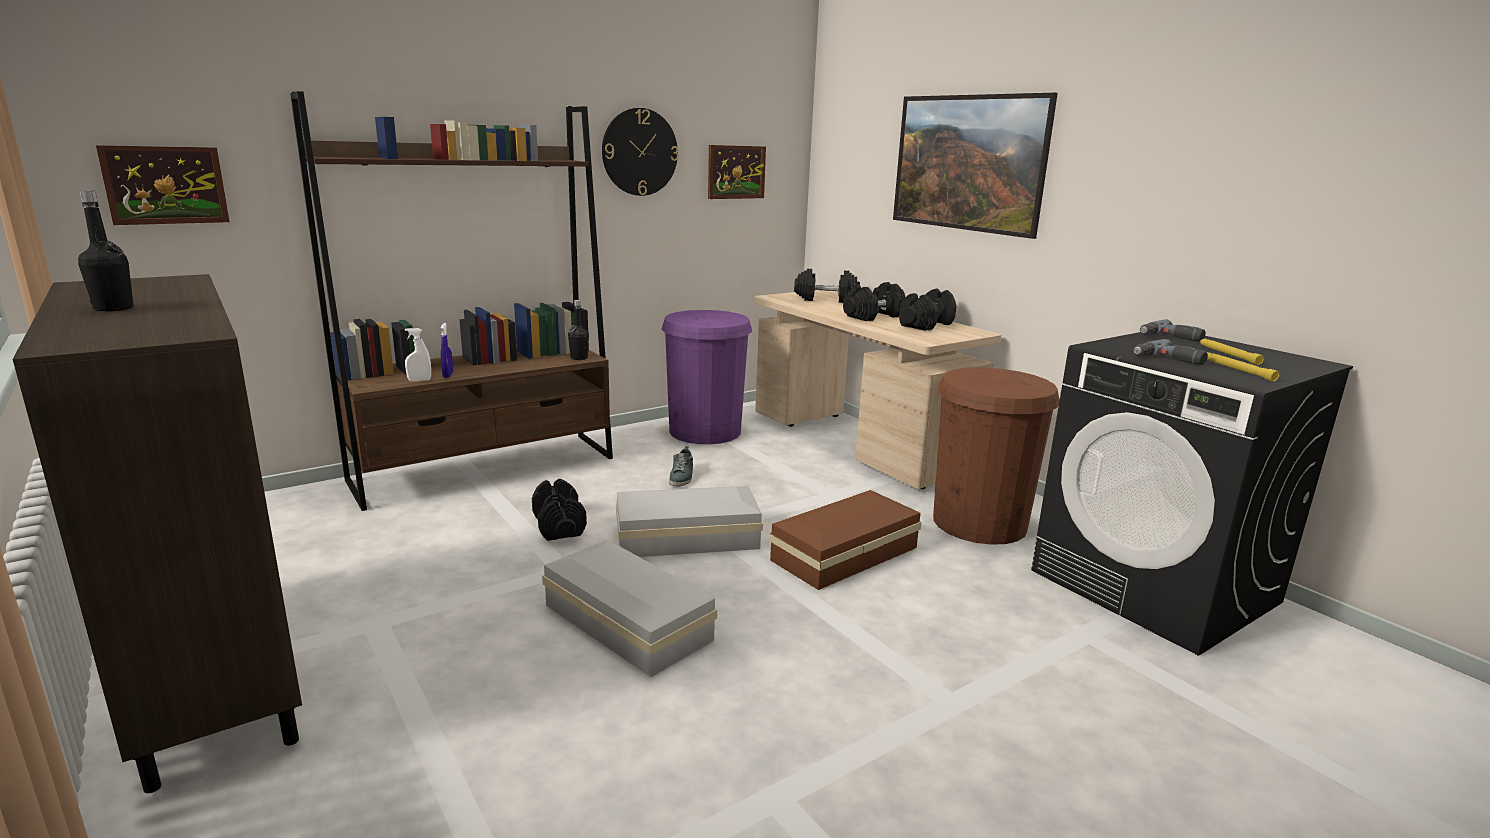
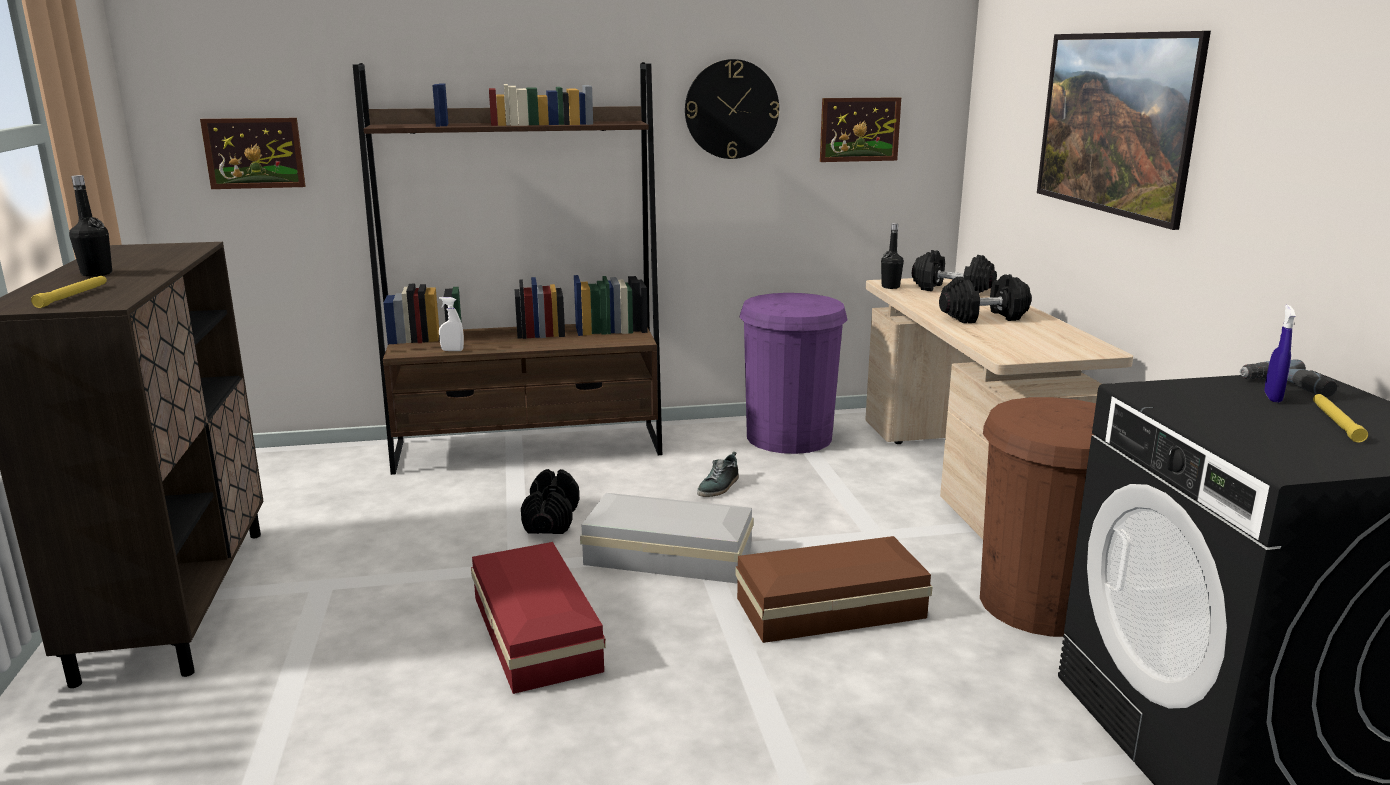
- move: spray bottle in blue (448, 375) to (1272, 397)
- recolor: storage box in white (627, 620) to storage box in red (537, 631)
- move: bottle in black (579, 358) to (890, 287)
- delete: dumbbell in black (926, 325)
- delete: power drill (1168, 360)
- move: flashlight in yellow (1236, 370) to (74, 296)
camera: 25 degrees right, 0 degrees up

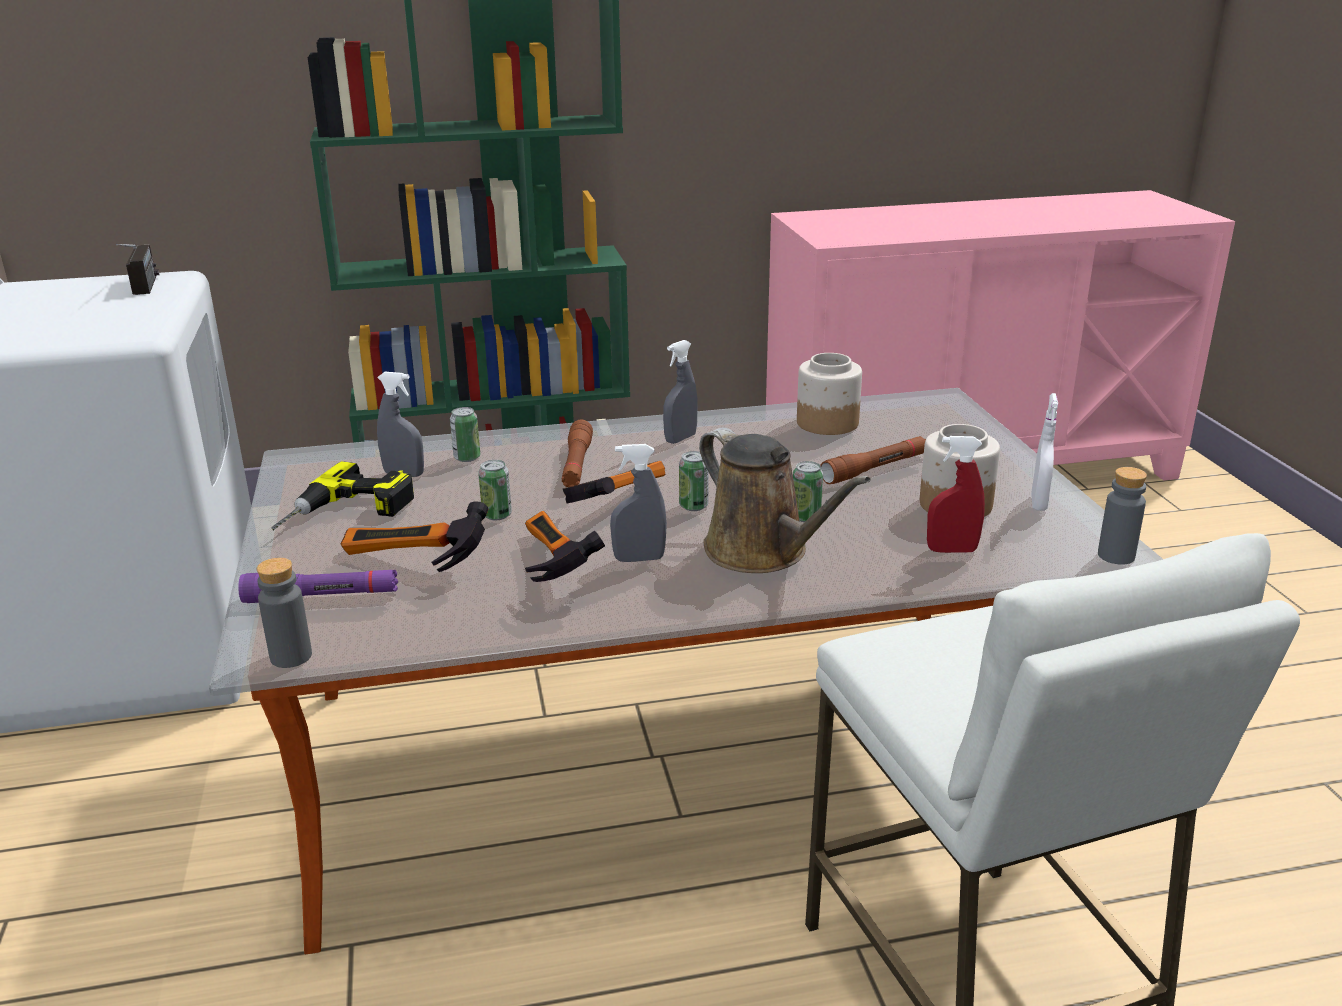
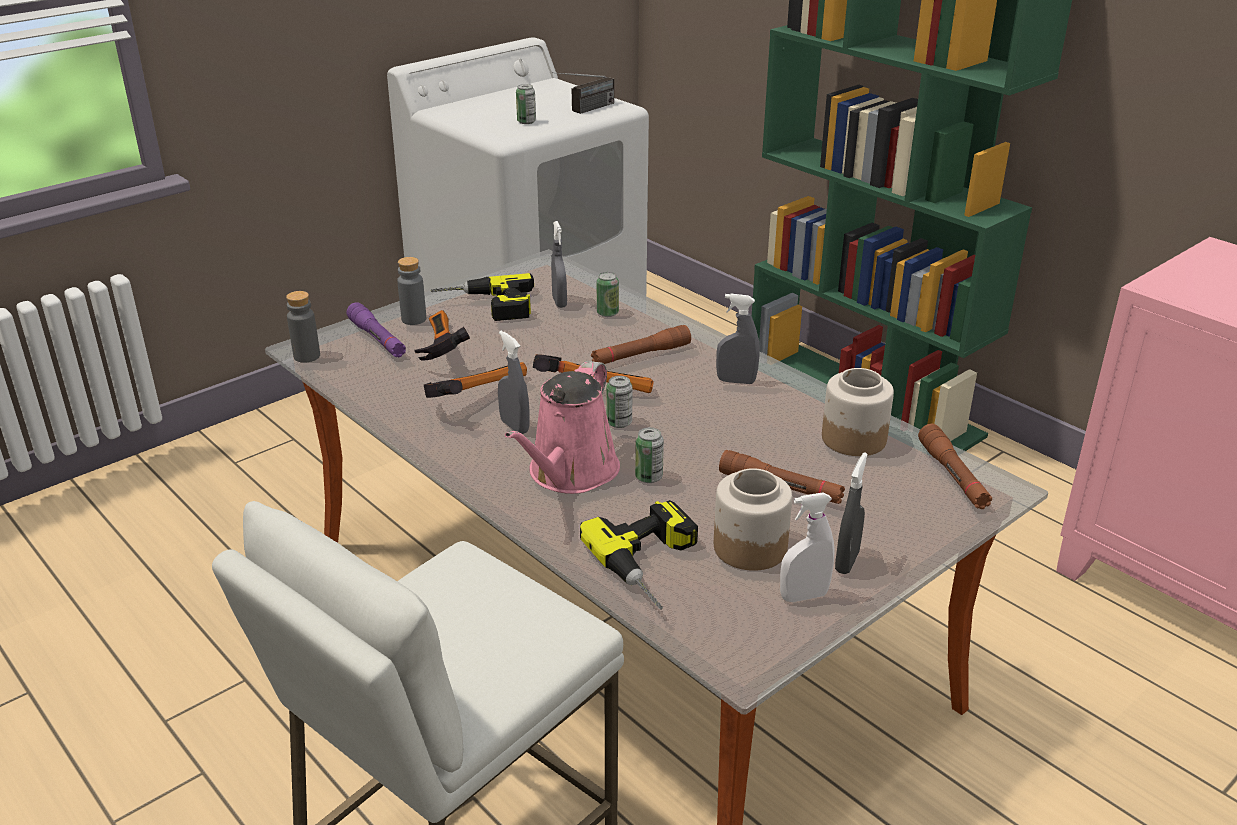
- move: can (497, 515) to (526, 122)
- recolor: watering can in brown (762, 552) to watering can in pink (569, 473)
- replace: spray bottle in red (951, 550) to power drill (655, 564)
- move: bottle in grey (1116, 556) to (414, 319)
- insert: spray bottle in grey (847, 562)
- insert: flashlight in brown (953, 476)
camera: 60 degrees right, 5 degrees up

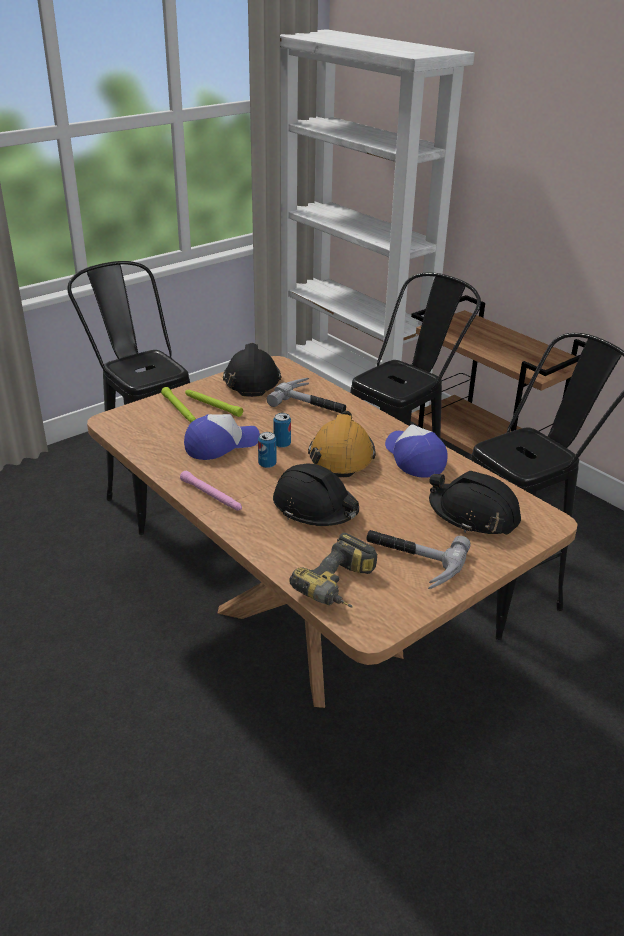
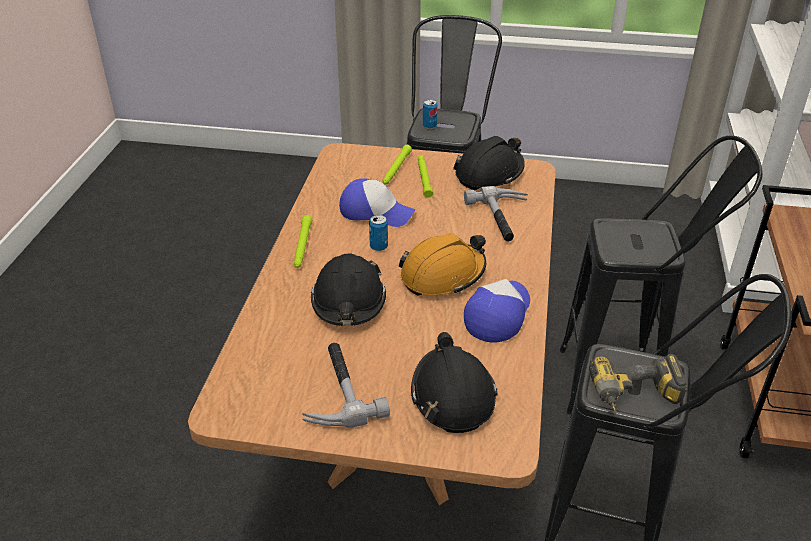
- recolor: flashlight in pink (212, 496) to flashlight in green (302, 246)
- move: can (282, 444) to (429, 126)
- move: power drill (341, 588) to (635, 398)
camera: 50 degrees right, 5 degrees up

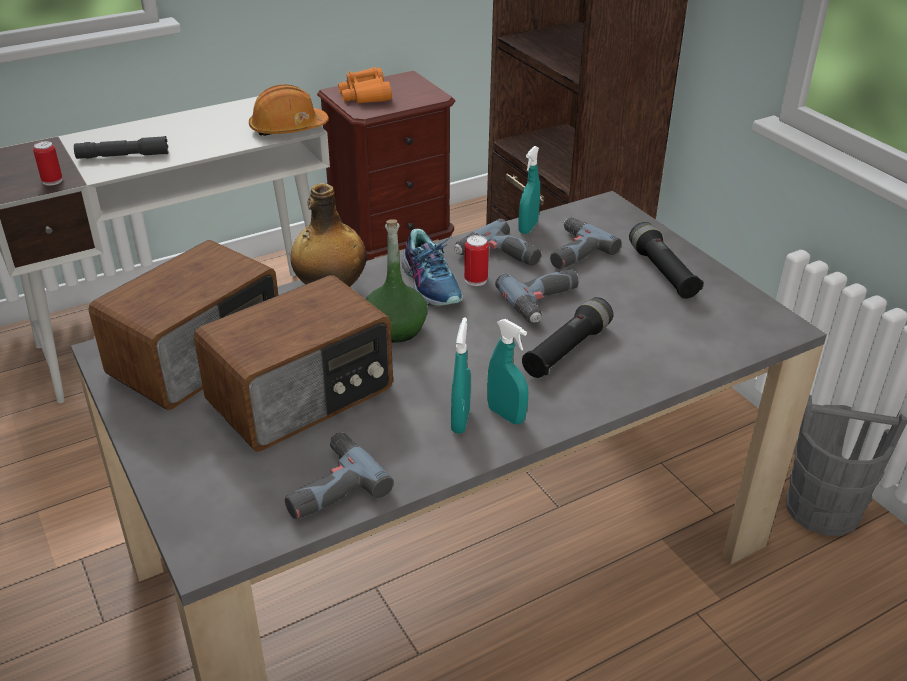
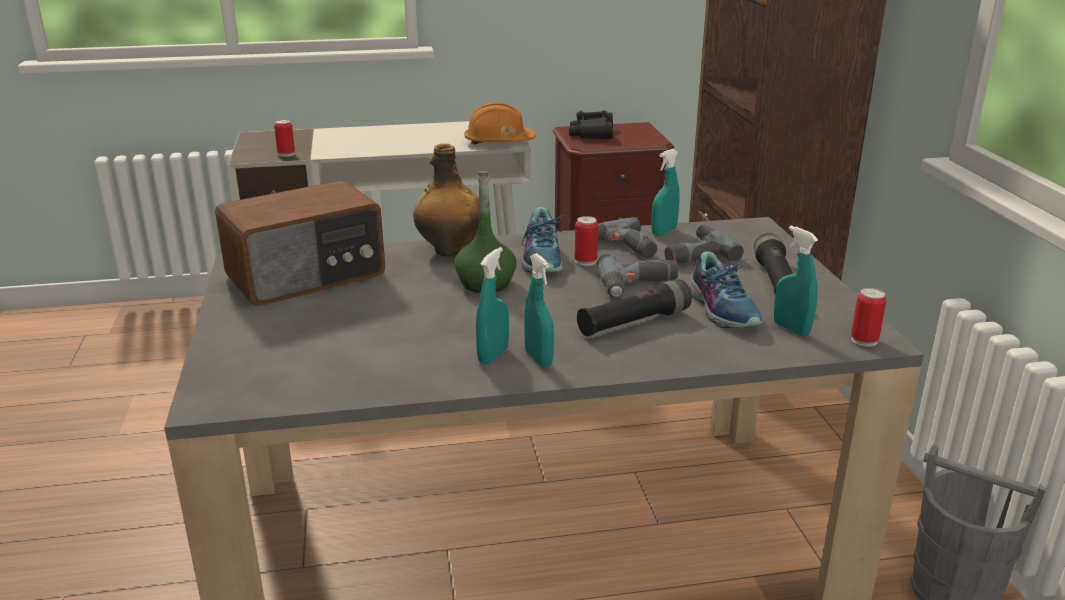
- delete: flashlight in grey (123, 156)
- delete: radio (303, 396)
- delete: power drill (327, 485)
- recolor: binoculars in orange (365, 95) to binoculars in black (592, 134)
- insert: shoe (723, 309)
- insert: spray bottle in turquoise (791, 329)
- insert: can (864, 340)
camera: 20 degrees right, 10 degrees down

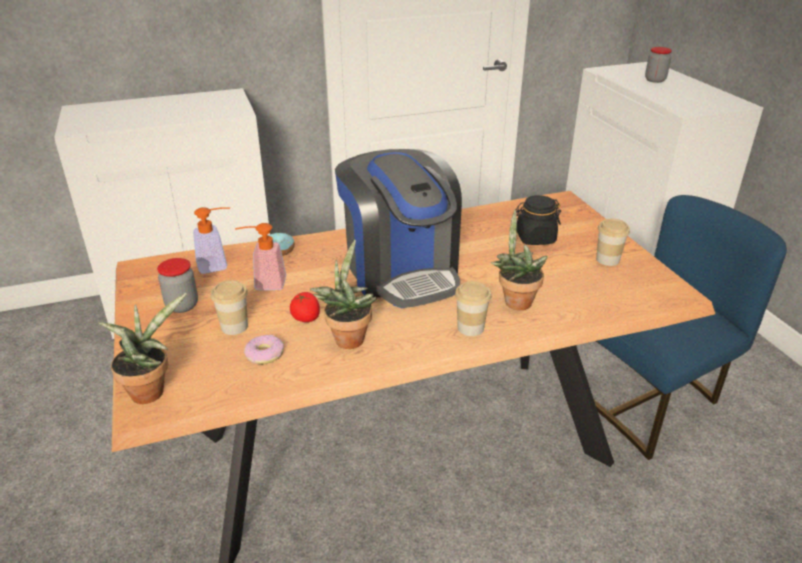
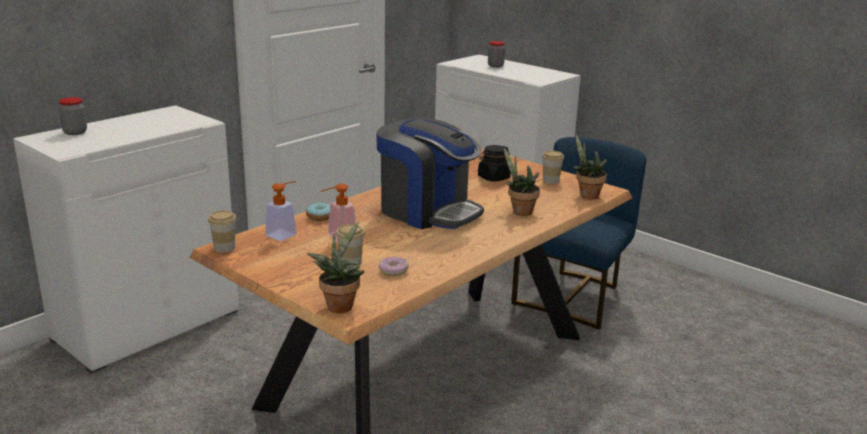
- move: jar (182, 305) to (75, 132)
- delete: tomato (306, 318)
- move: potted plant (348, 337) to (586, 195)
- move: cup (470, 328) to (224, 248)
camera: 30 degrees left, 10 degrees down

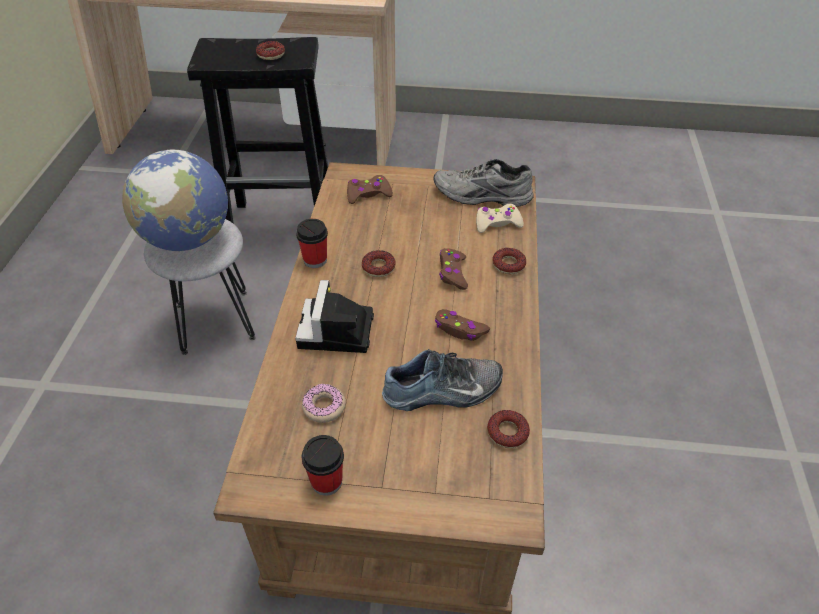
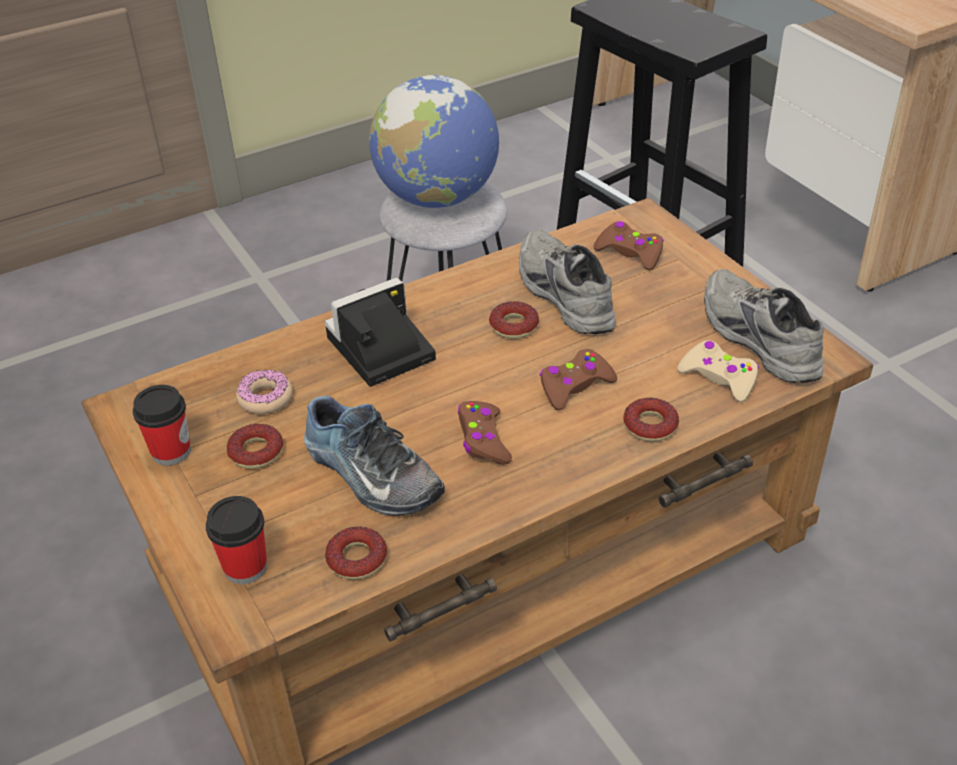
- move: donut (271, 54) to (256, 452)
- move: cup (315, 260) to (245, 567)
- insert: shoe in grey (561, 294)
camera: 55 degrees right, 5 degrees down

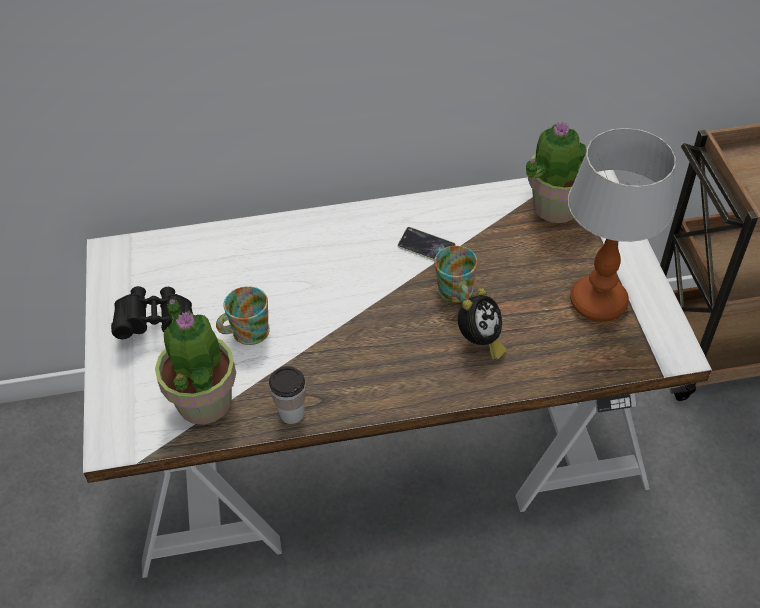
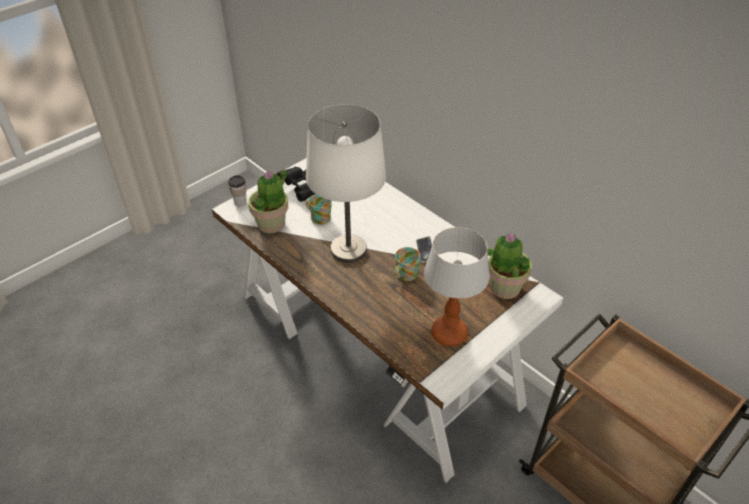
- move: cup (292, 413) to (240, 202)
- delete: alarm clock (480, 342)
- insert: table lamp in white (349, 250)
camera: 55 degrees right, 5 degrees down

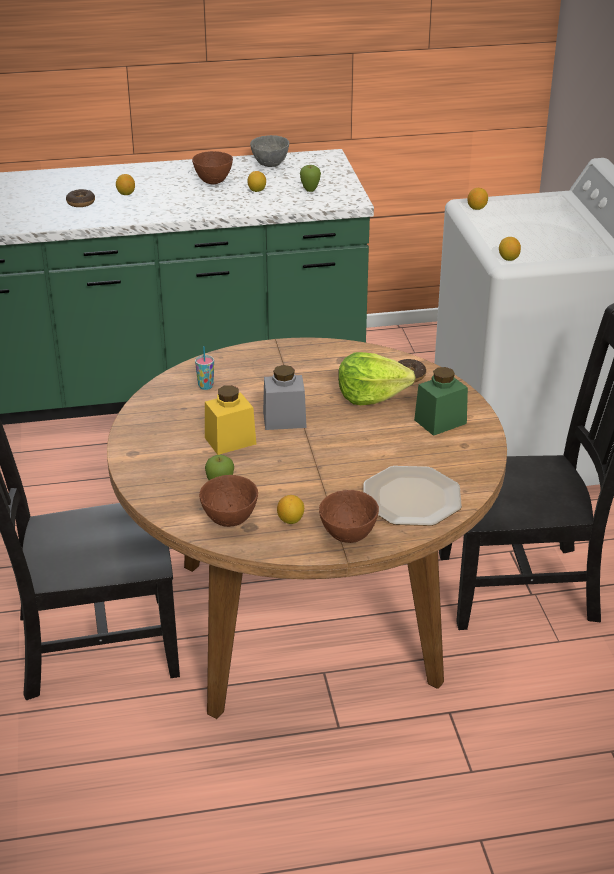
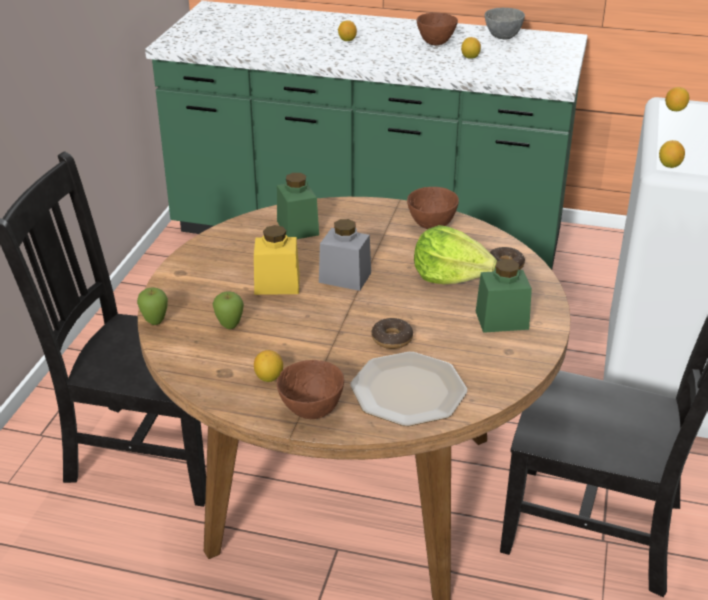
- move: donut (81, 202) to (392, 339)
- replace: cup (205, 386) to jar in green (297, 228)
- move: bowl in brown (231, 520) to (432, 226)
- move: apple (310, 191) to (155, 323)
camera: 25 degrees right, 0 degrees up

